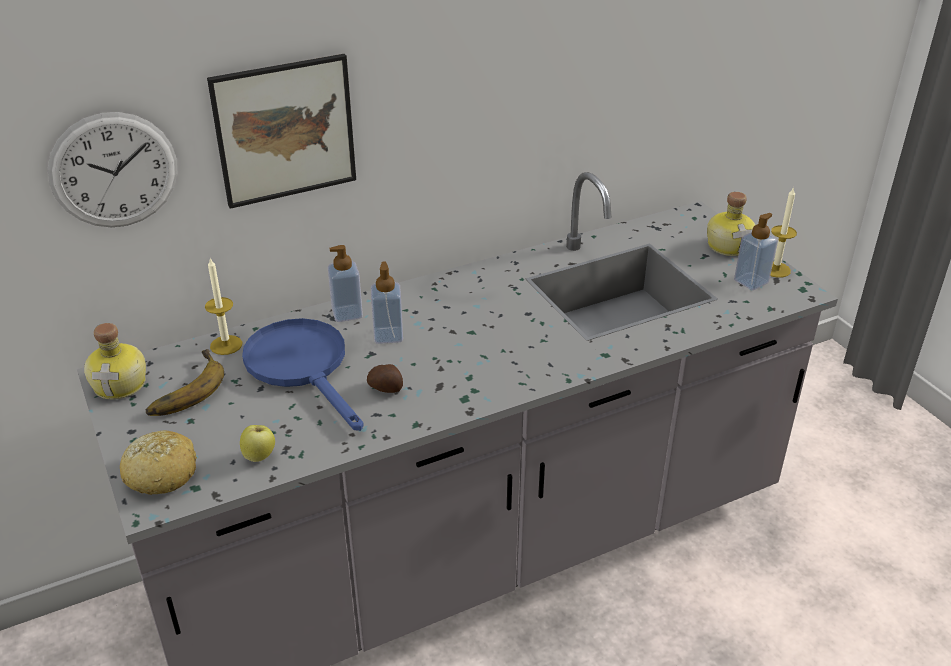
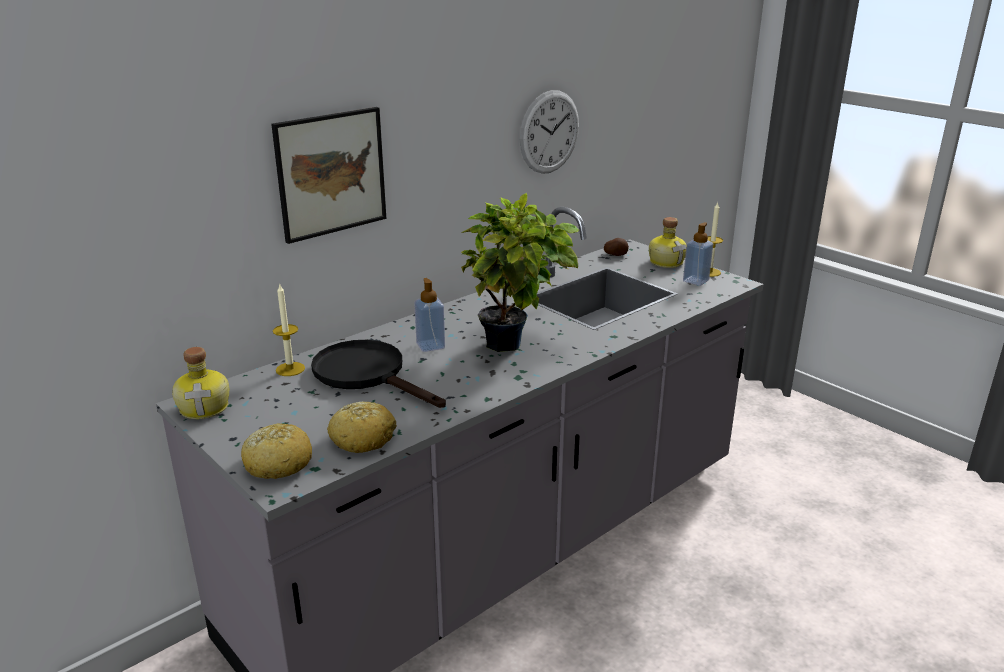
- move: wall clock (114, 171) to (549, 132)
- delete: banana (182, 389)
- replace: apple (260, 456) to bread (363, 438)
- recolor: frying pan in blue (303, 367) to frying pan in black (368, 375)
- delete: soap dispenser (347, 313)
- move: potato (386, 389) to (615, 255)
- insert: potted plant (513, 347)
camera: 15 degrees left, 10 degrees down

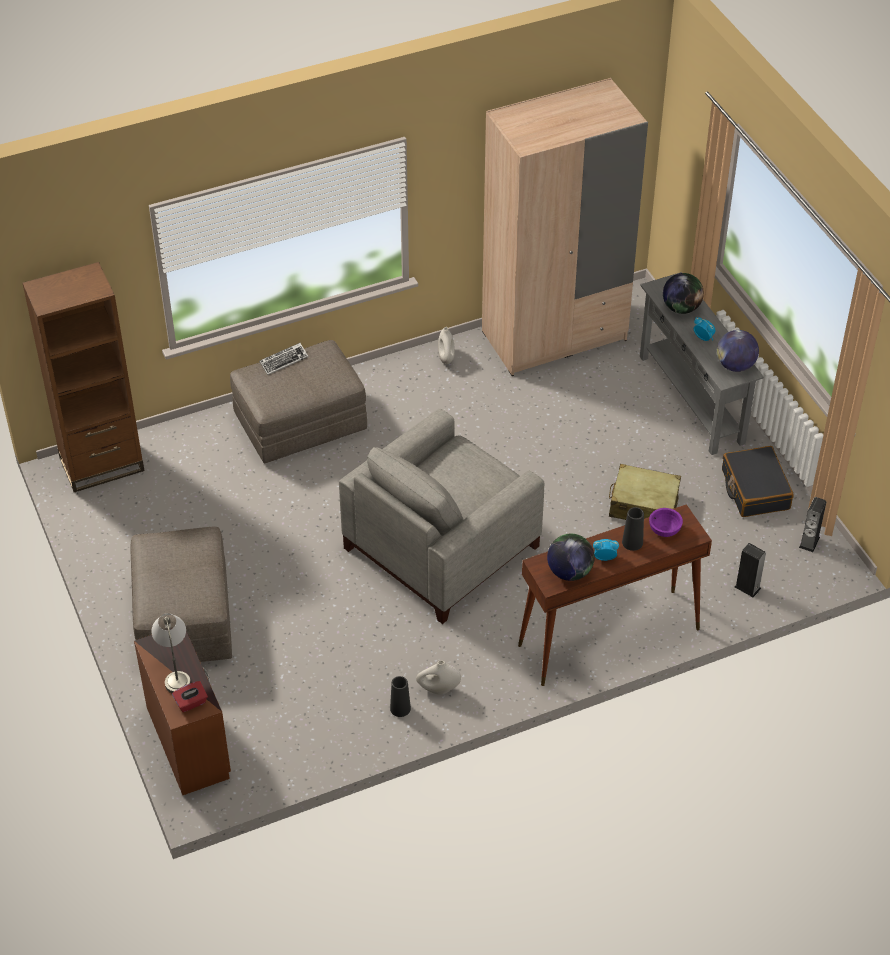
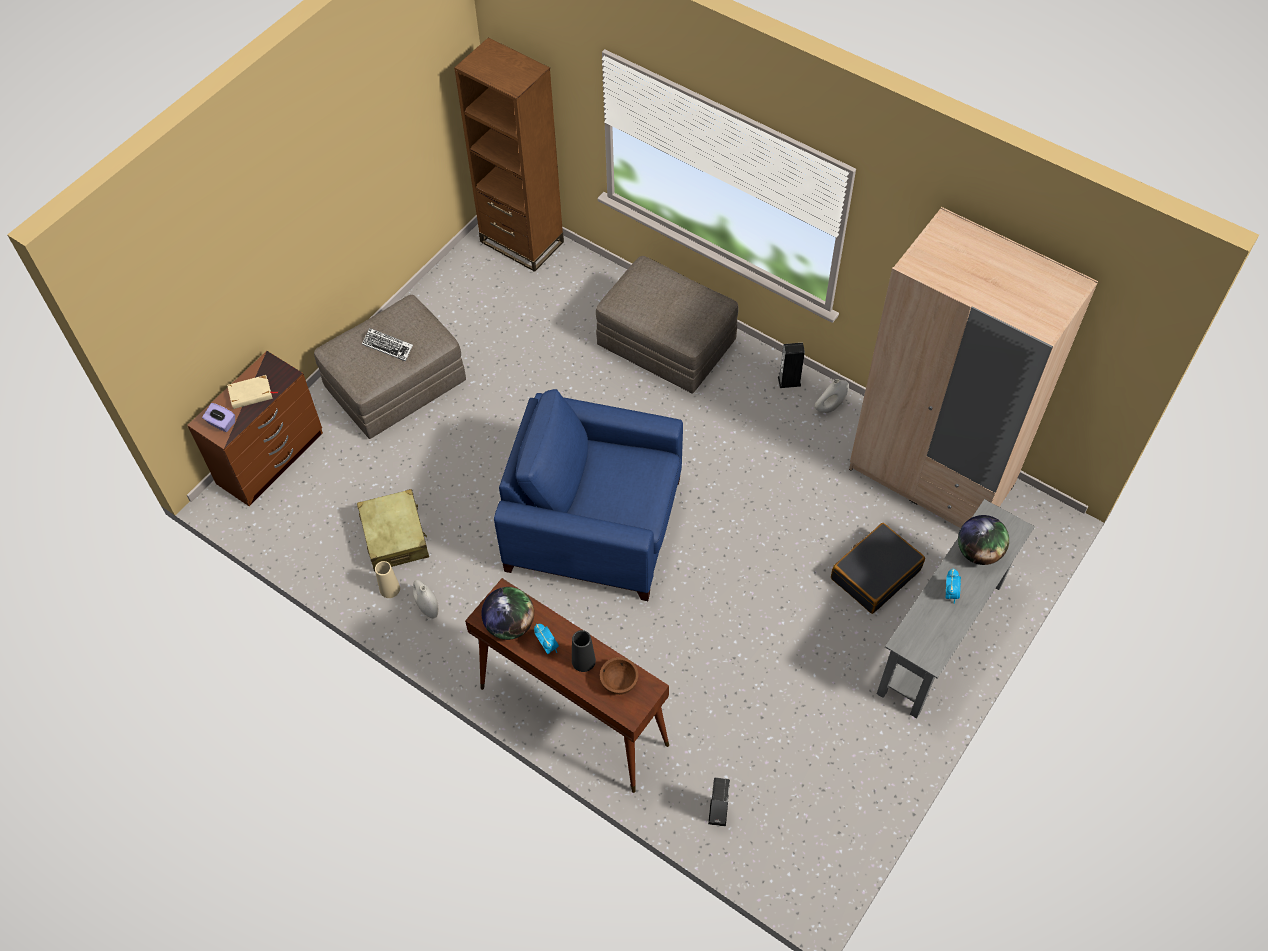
- replace: table lamp in grey (176, 669) to book in beige (251, 394)
- recolor: tissue box in red (191, 703) to tissue box in purple (221, 423)
- move: keyboard (283, 361) to (388, 346)
- recolor: armchair in grey (442, 545) to armchair in blue (596, 524)
- recolor: vase in black (400, 708) to vase in beige (389, 589)
- move: suitcase in beige (643, 505) to (395, 536)
- recolor: bowl in purple (664, 530) to bowl in brown (619, 682)
- delete: globe (735, 365)
- move: suitcase in black (755, 489) to (875, 574)
- move: speaker (809, 542) to (789, 381)
camera: 60 degrees right, 10 degrees up

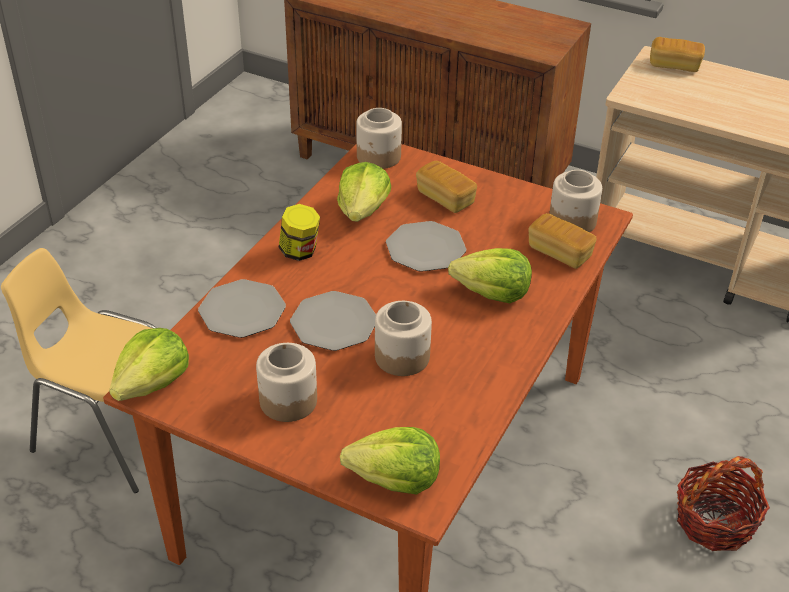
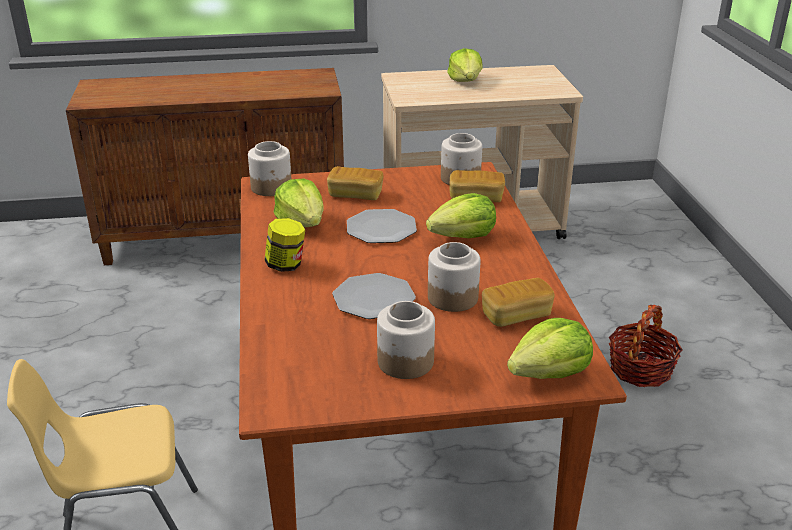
- move: lettuce (153, 383) to (465, 81)
- delete: plate (242, 311)
- move: bread (674, 65) to (516, 315)
camera: 35 degrees left, 10 degrees down

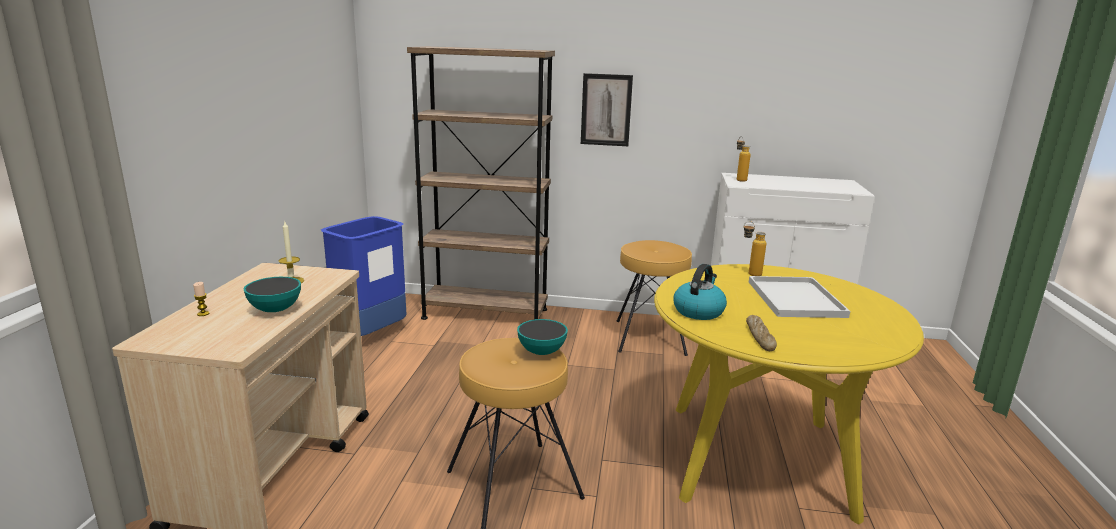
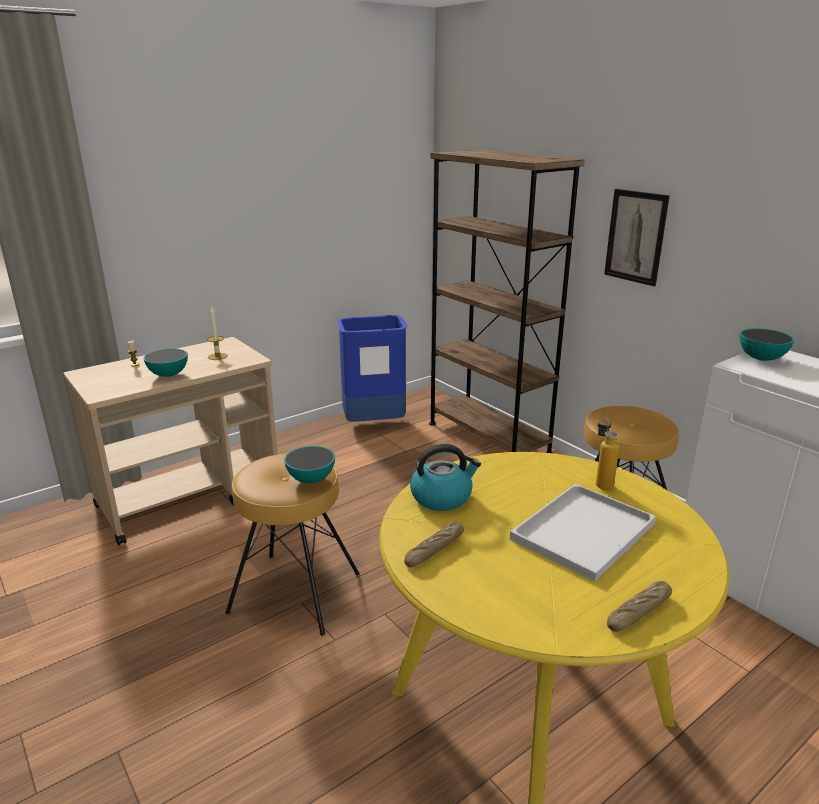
- replace: bottle (739, 179) to bowl (761, 359)
- insert: bread (639, 612)
camera: 45 degrees right, 5 degrees up

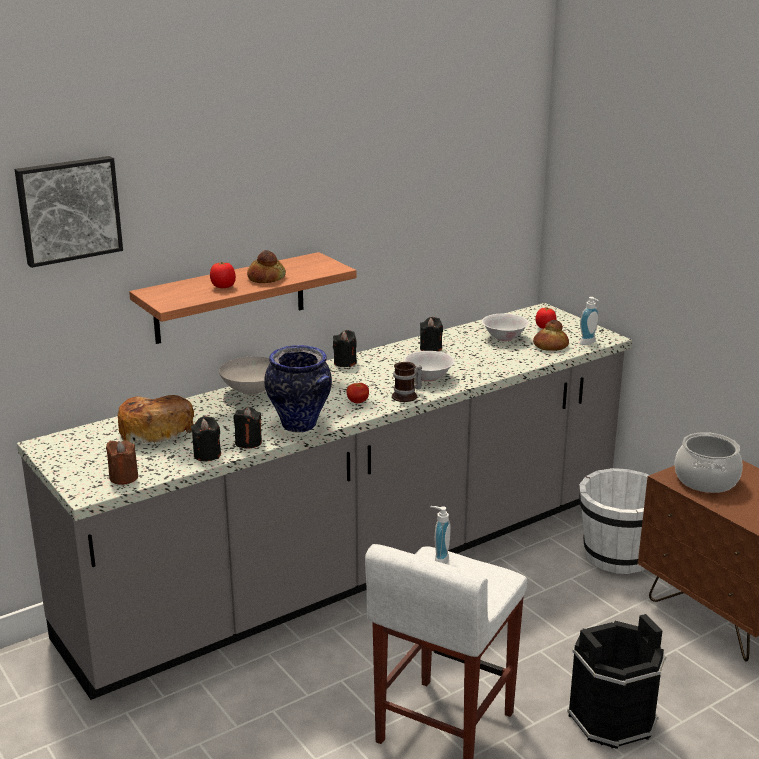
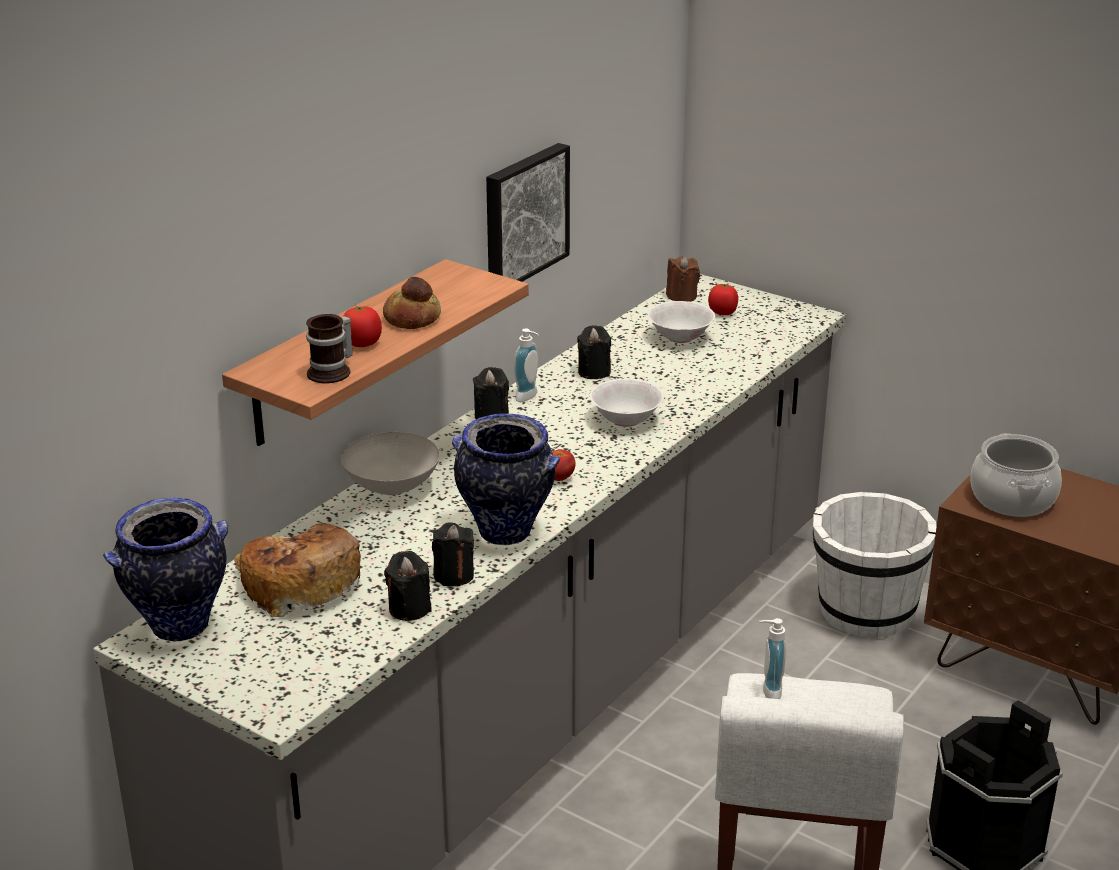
- move: picture (68, 210) to (523, 216)
- move: candle in brown (123, 477) to (681, 296)
- move: mug (407, 396) to (333, 372)
- delete: bread (550, 346)
- move: soap dispenser (589, 343) to (529, 397)
- insert: vase (178, 627)
camera: 20 degrees left, 5 degrees up

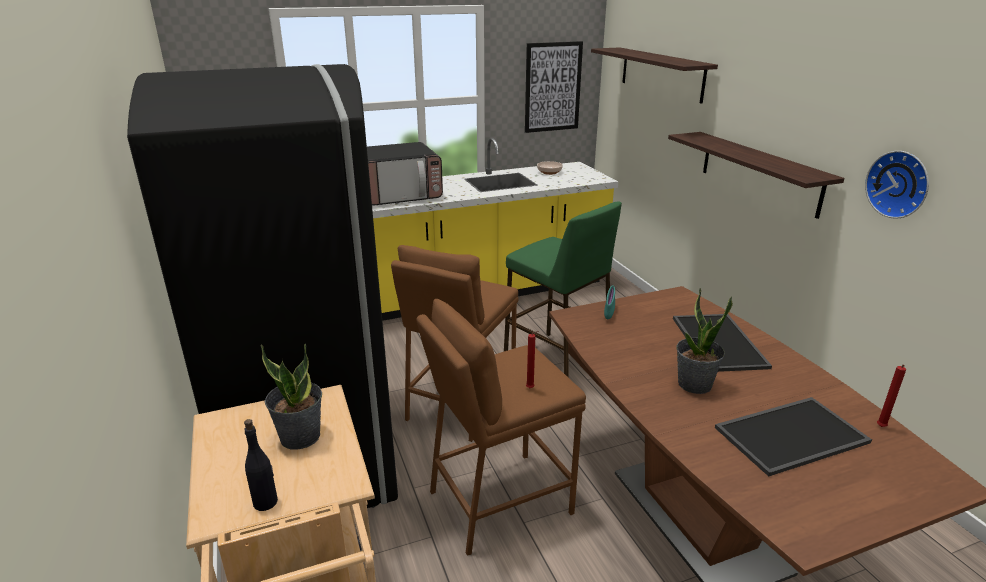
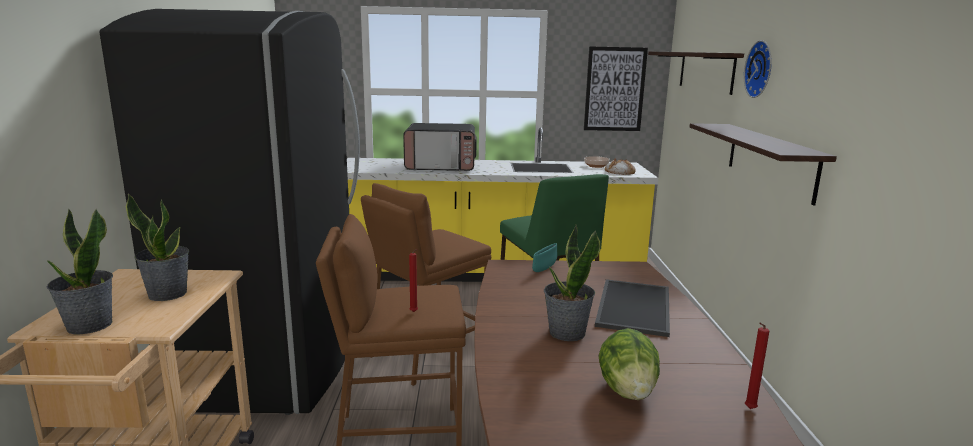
- replace: bottle in black (266, 502) to potted plant (89, 326)
- replace: tray (790, 433) to lettuce (627, 391)
- move: wall clock (899, 184) to (761, 69)
- insert: bread (619, 172)
camera: 20 degrees right, 10 degrees down

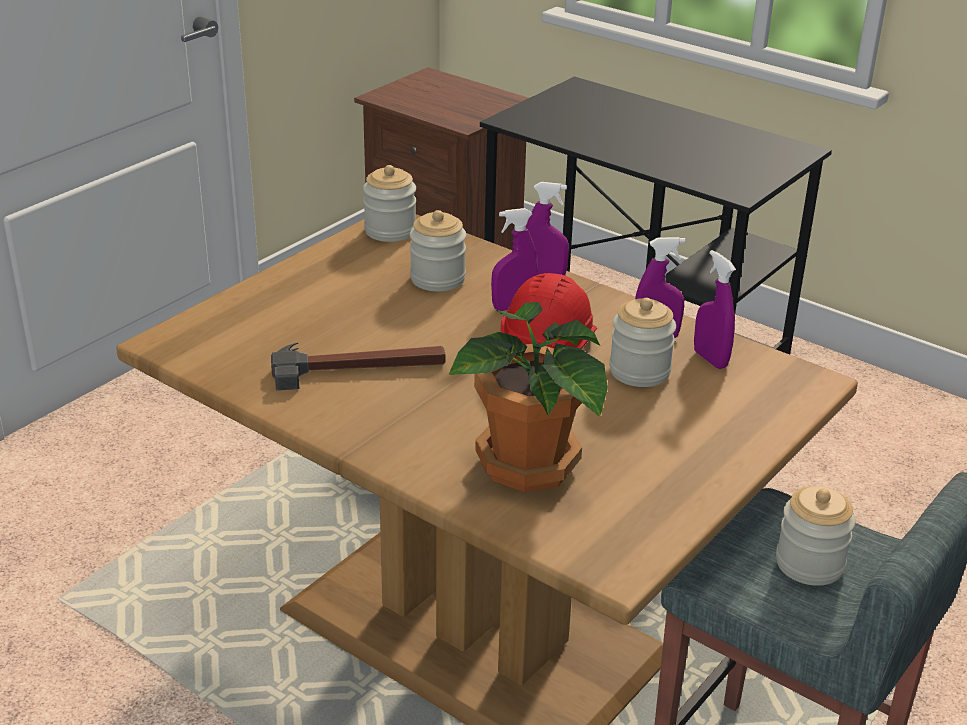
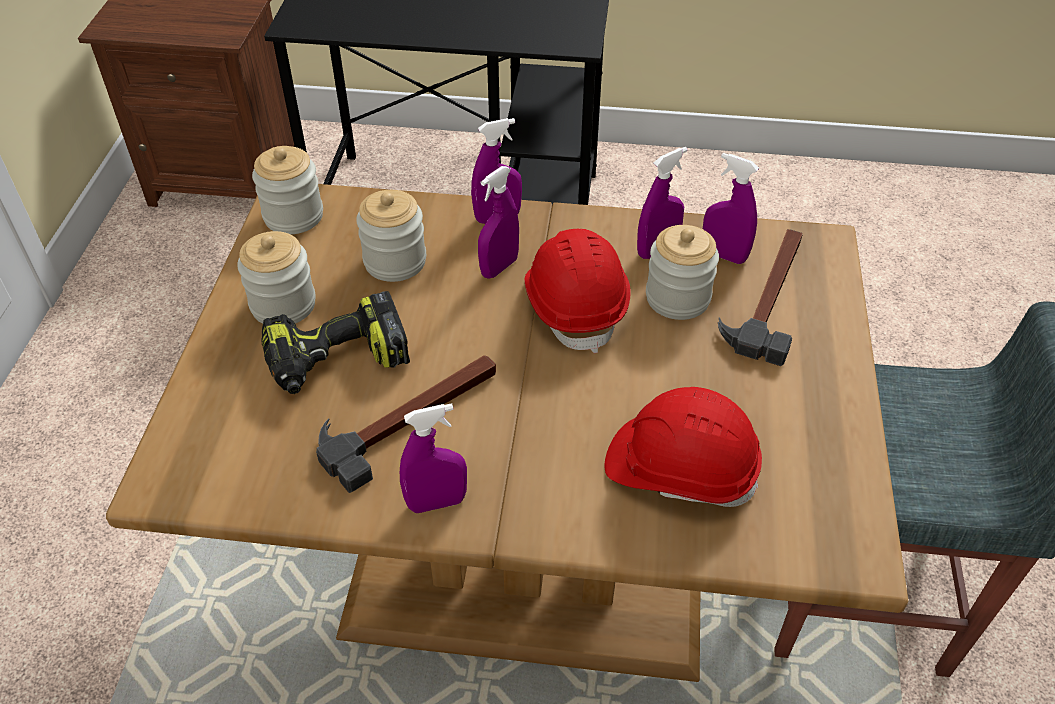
- replace: potted plant (528, 467) to hard hat in red (680, 469)
- move: jar (809, 564) to (283, 304)
- insert: power drill (337, 361)
- insert: spray bottle in purple (436, 502)
- insert: hammer (769, 296)
camera: 30 degrees left, 15 degrees up

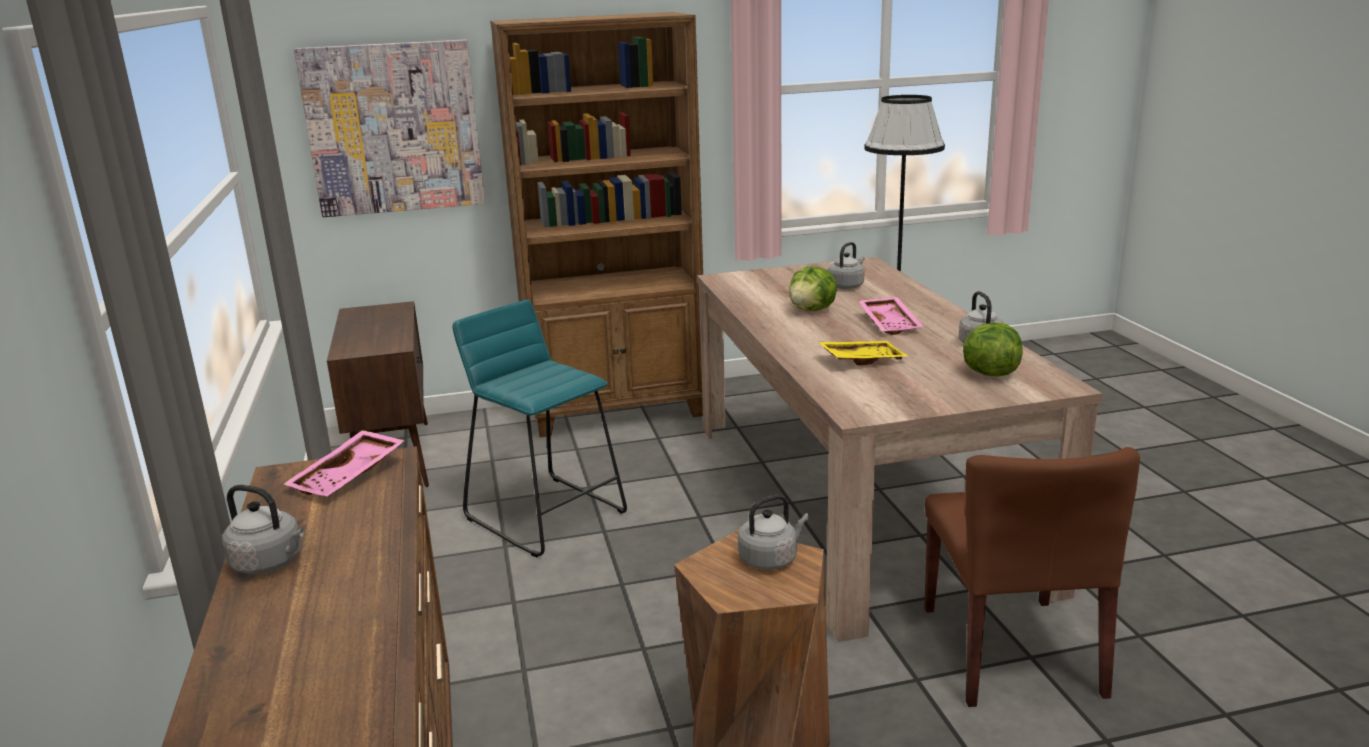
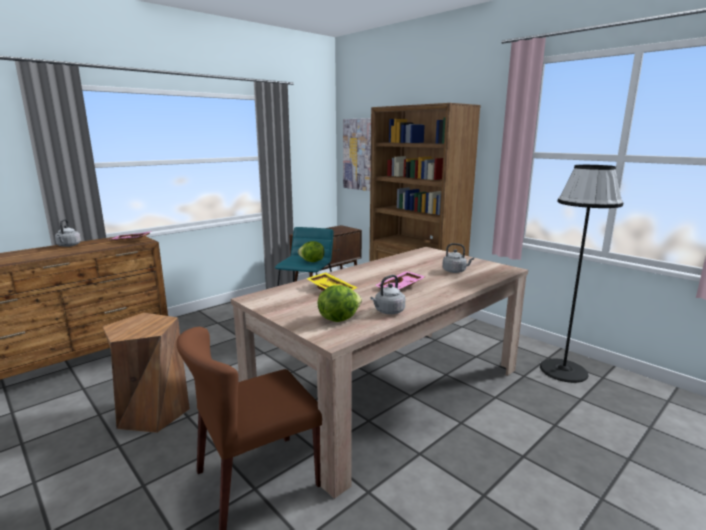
- delete: kettle in grey (770, 559)
- move: lettuce (812, 310) to (312, 262)
camera: 60 degrees right, 5 degrees down

